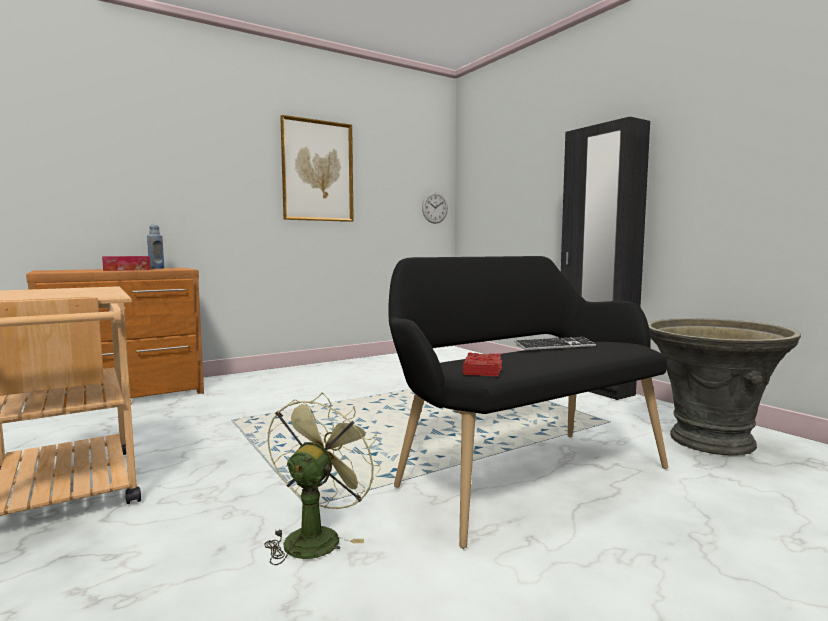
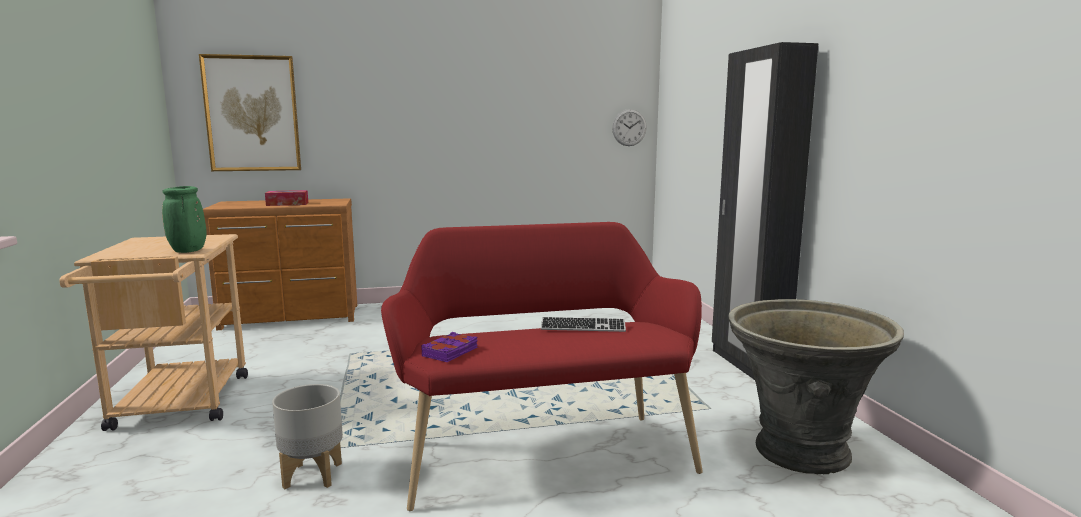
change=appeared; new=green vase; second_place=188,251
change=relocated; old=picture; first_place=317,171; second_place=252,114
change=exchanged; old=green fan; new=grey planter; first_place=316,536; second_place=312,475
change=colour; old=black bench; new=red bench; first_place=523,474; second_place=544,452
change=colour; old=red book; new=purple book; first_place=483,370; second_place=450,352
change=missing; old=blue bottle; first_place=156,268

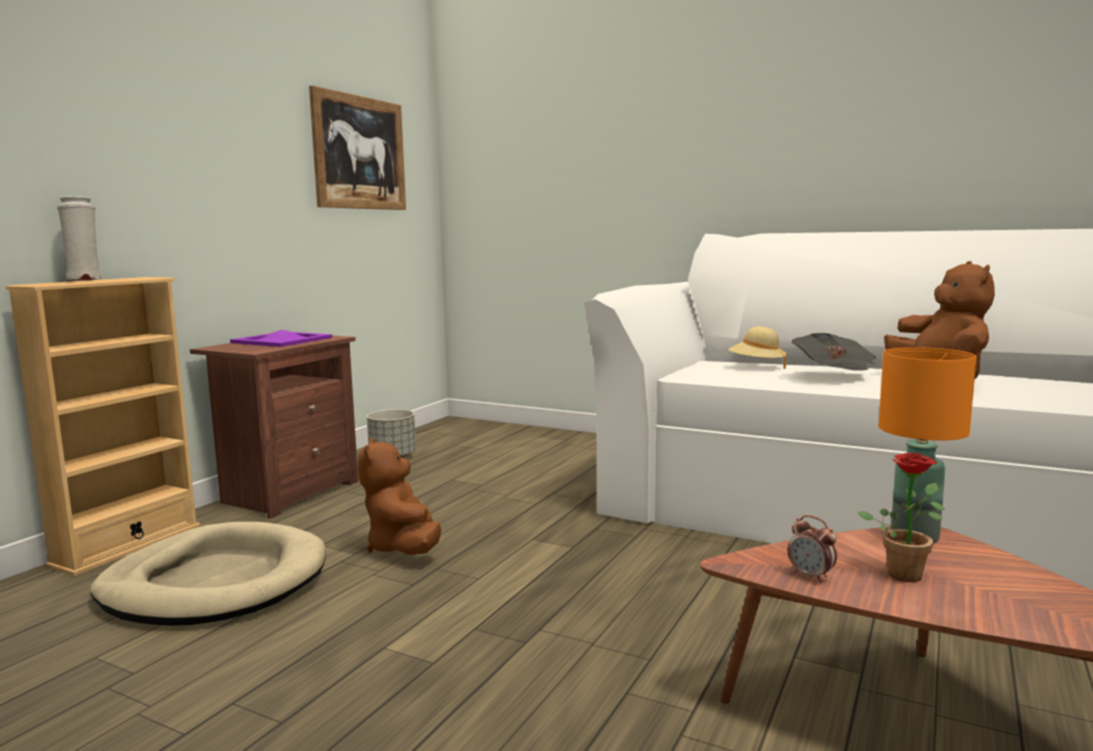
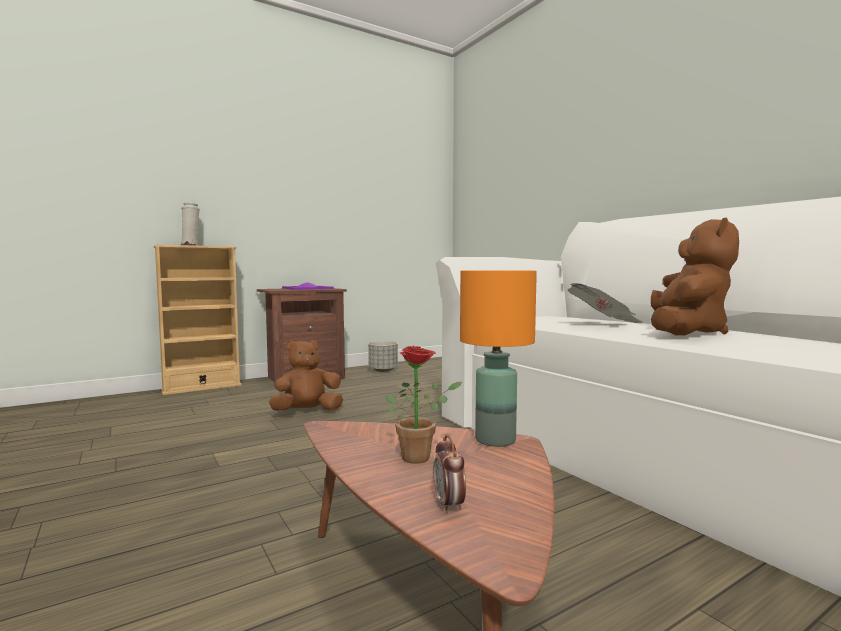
change=spun; old=brown plush toy; first_place=403,548; second_place=307,412; degrees=45
change=relocated; old=alarm clock; first_place=811,576; second_place=449,505
change=missing; old=beige dog bed; first_place=215,582
change=missing; old=picture; first_place=359,153
change=missing; old=beige hat; first_place=757,366

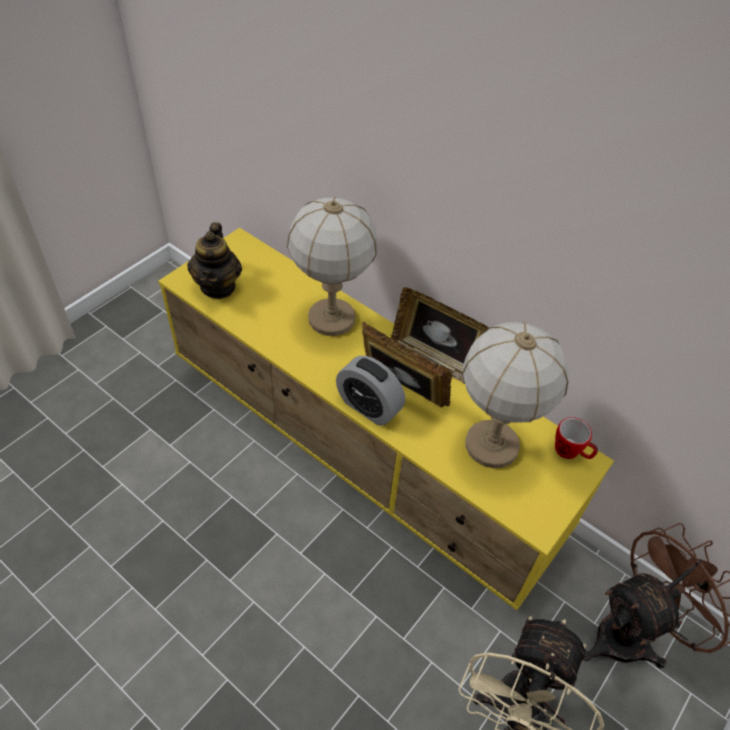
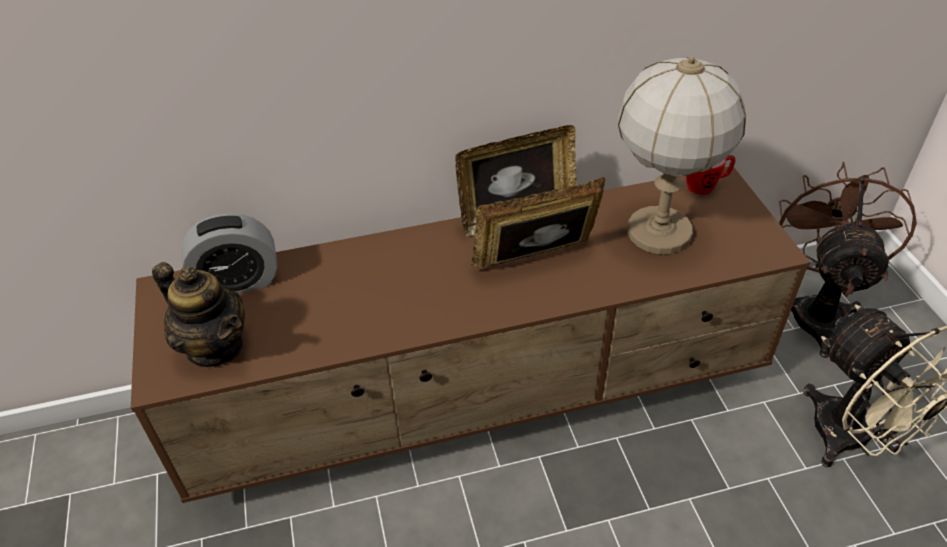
change=colour; old=yellow tv stand; new=brown tv stand; first_place=361,452; second_place=480,398
change=relocated; old=alarm clock; first_place=369,407; second_place=237,282
change=missing; old=table lamp; first_place=331,318

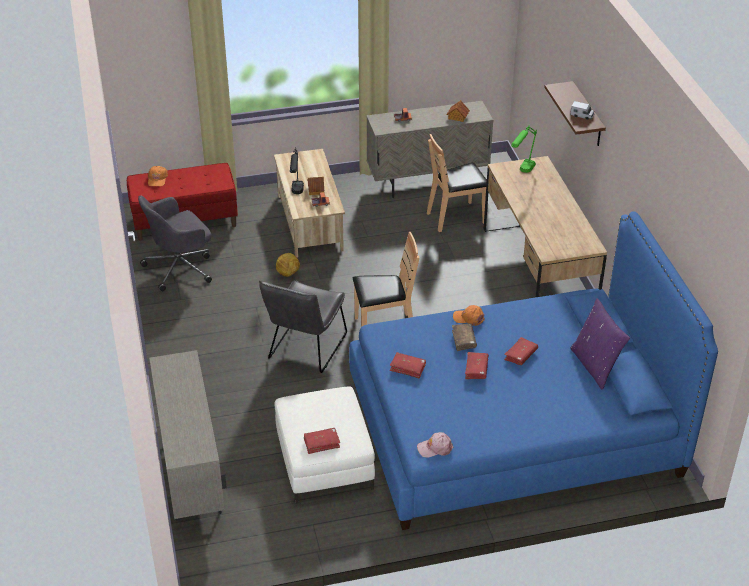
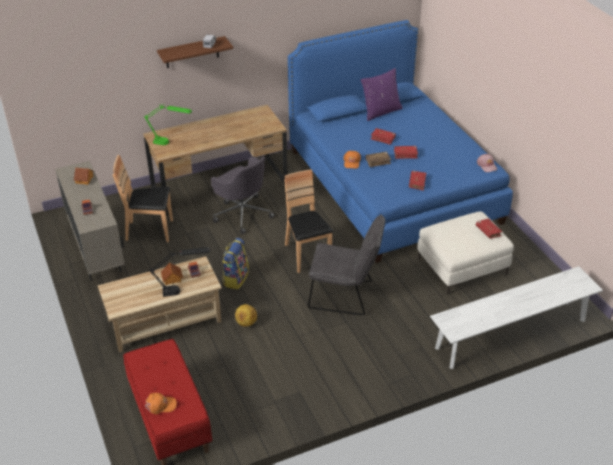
change=spun; old=brown chair; first_place=456,217; second_place=150,231; degrees=120
change=relocated; old=grey office chair; first_place=180,268; second_place=242,213
change=appeared; new=backpack; second_place=235,278
change=exchanged; old=beige cabinet; new=white bench; first_place=192,477; second_place=511,334

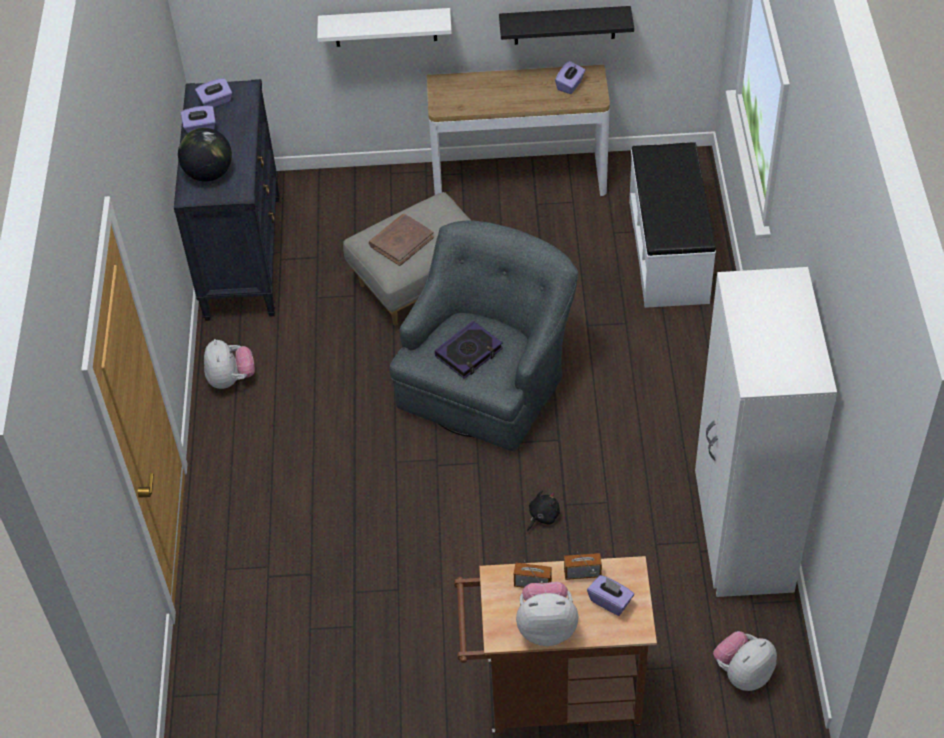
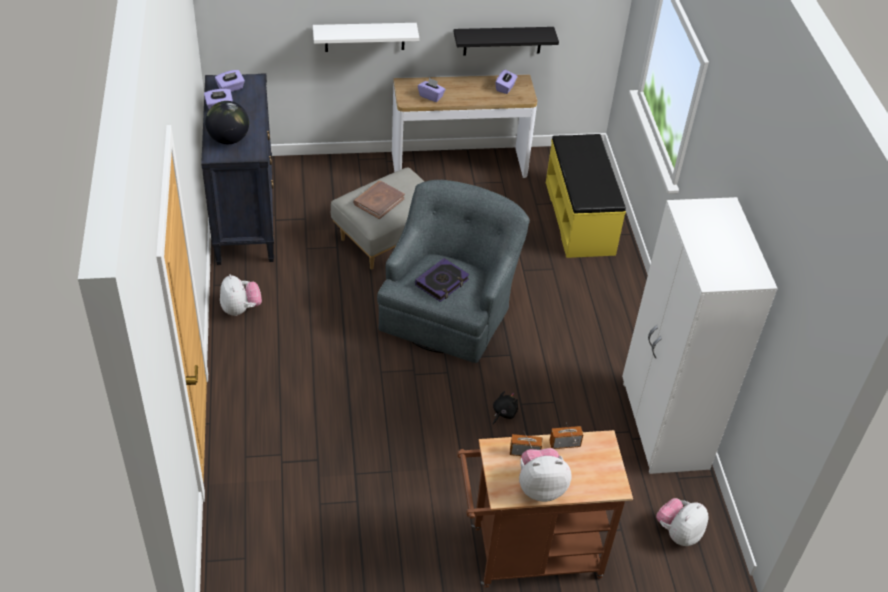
change=relocated; old=purple tissue box; first_place=610,601; second_place=431,96
change=colour; old=white bench; new=yellow bench; first_place=669,251; second_place=580,218

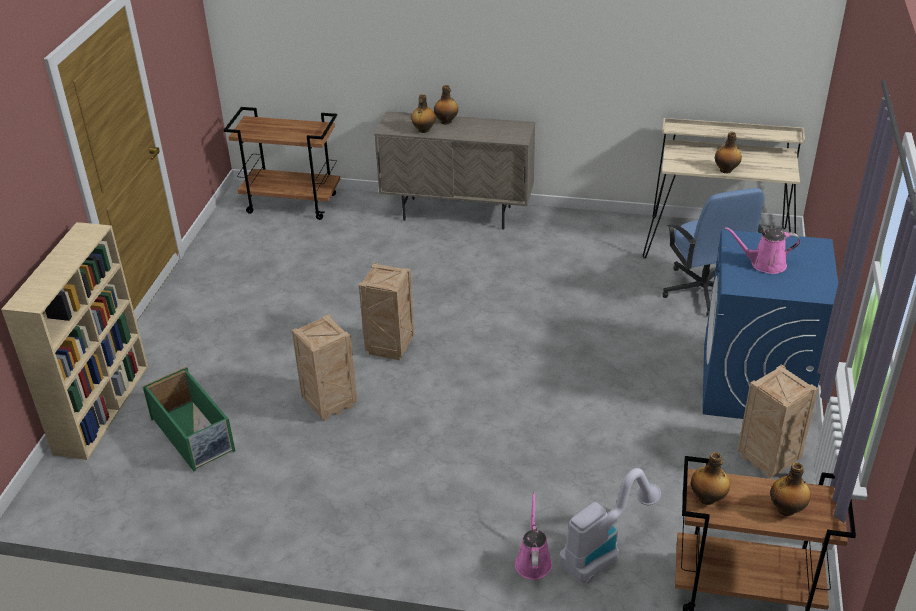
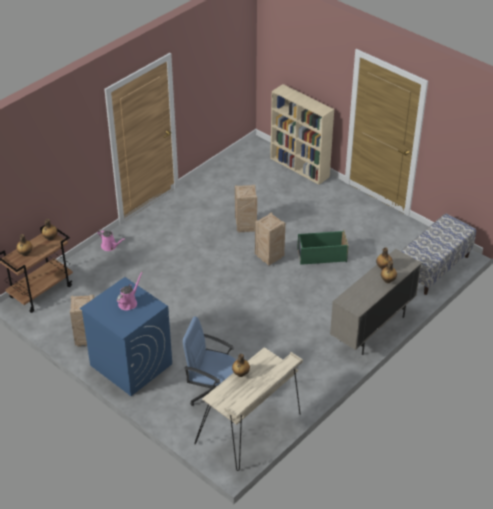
change=relocated; old=green storage box; first_place=193,435; second_place=321,256
change=exchanged; old=brown cart; new=bench; first_place=293,203; second_place=434,268
change=missing; old=vacuum cleaner; first_place=604,550

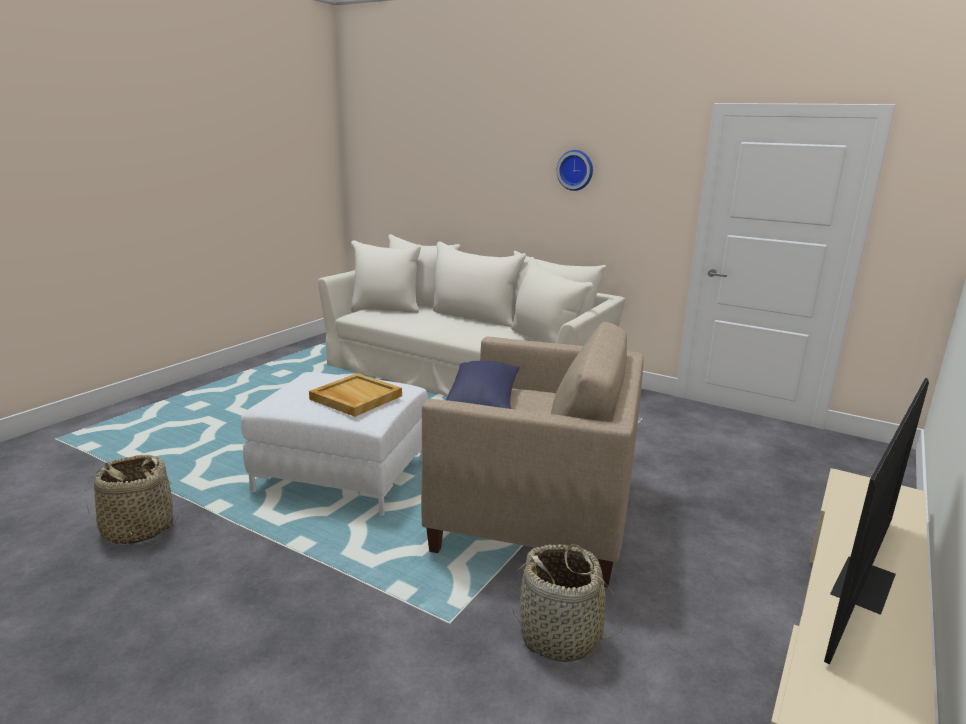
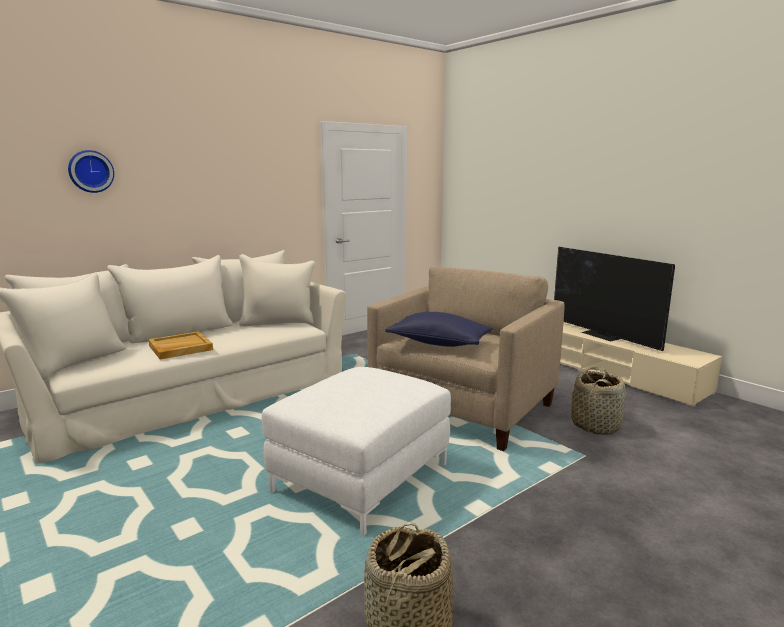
change=relocated; old=wall clock; first_place=576,170; second_place=90,171
change=relocated; old=beige tray; first_place=355,397; second_place=180,348

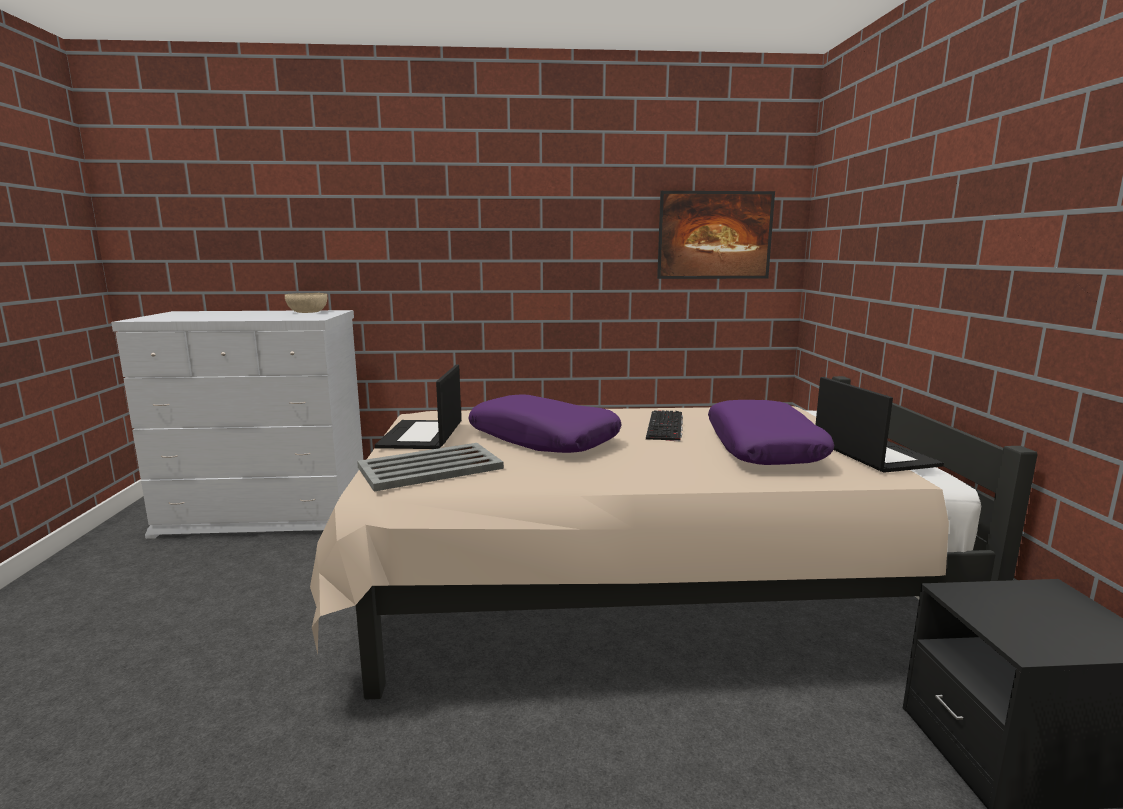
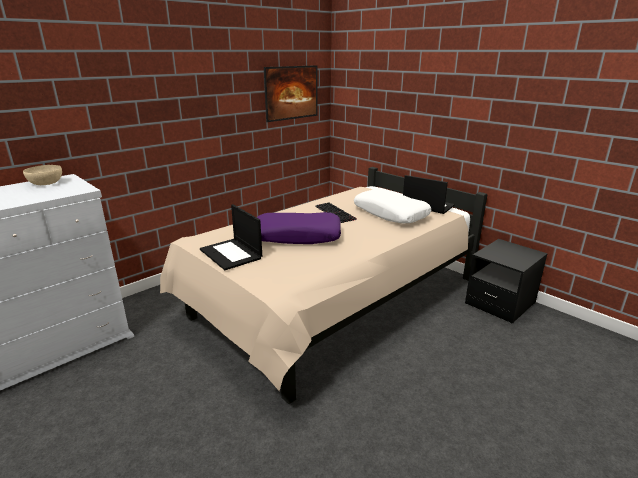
change=colour; old=purple pillow; new=white pillow; first_place=764,448; second_place=391,213
change=missing; old=grey tray; first_place=429,468

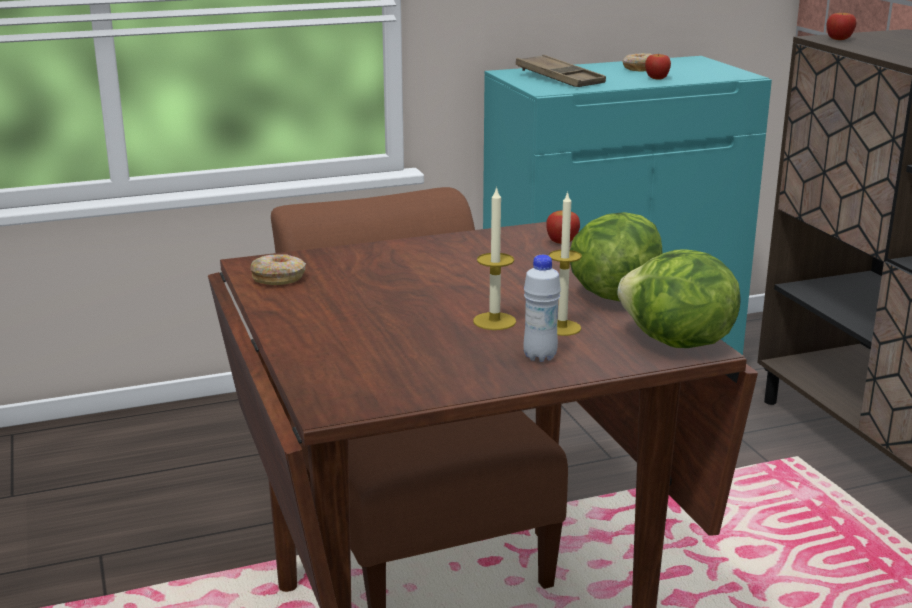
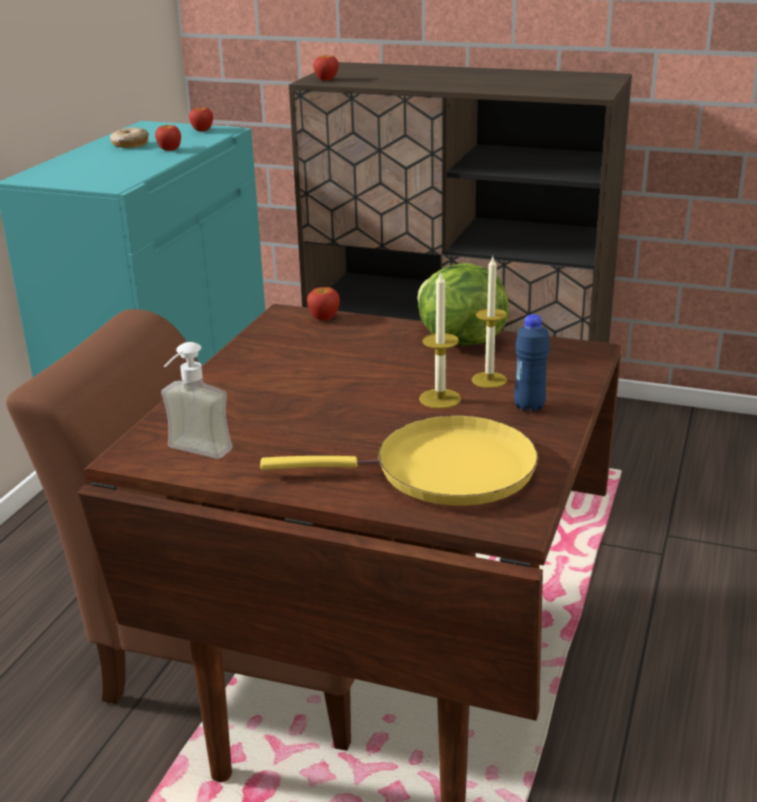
change=exchanged; old=donut; new=soap dispenser; first_place=279,278; second_place=192,454
change=appeared; new=apple; second_place=202,130
change=appeared; new=yellow frying pan; second_place=444,471
change=colour; old=white bottle; new=blue bottle; first_place=540,356; second_place=529,407
change=missing; old=brown tray; first_place=559,79
change=missing; old=lettuce; first_place=676,343

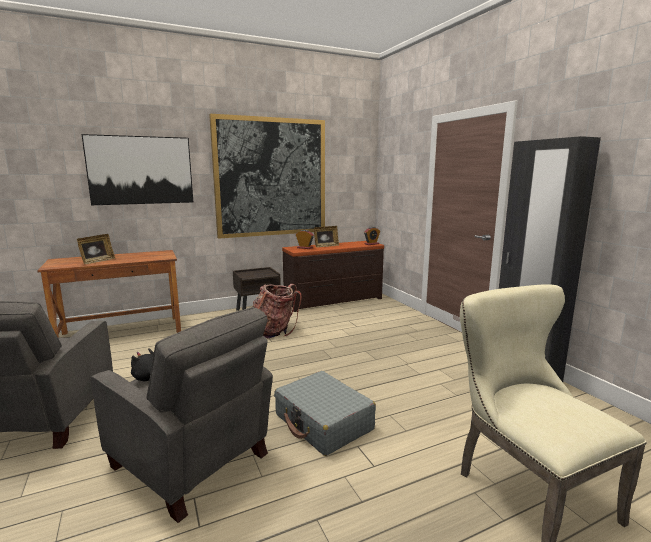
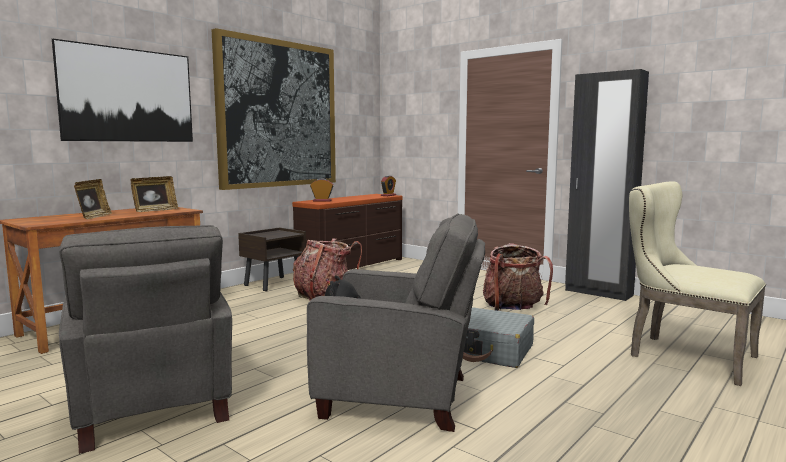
change=relocated; old=picture frame; first_place=326,246; second_place=155,210
change=appeared; new=backpack; second_place=513,308

